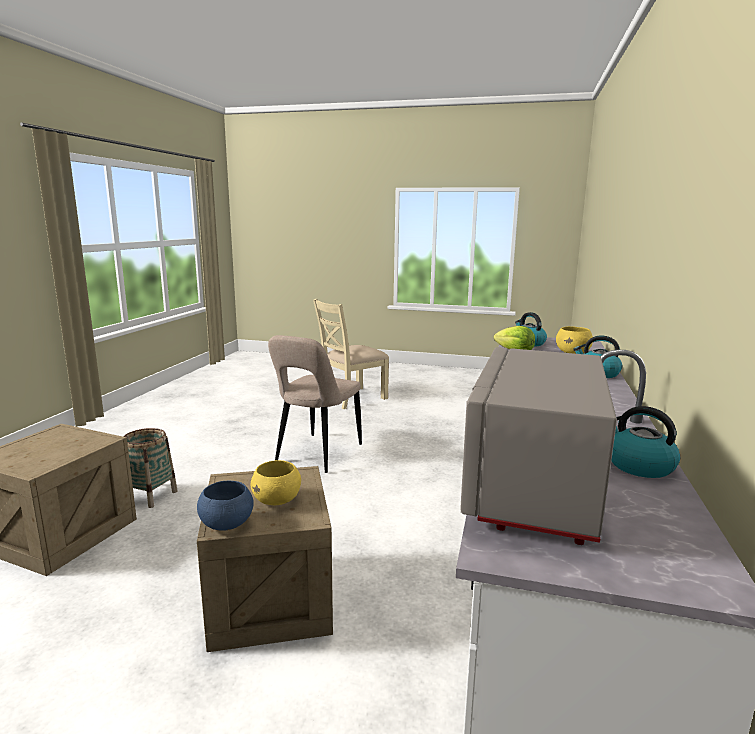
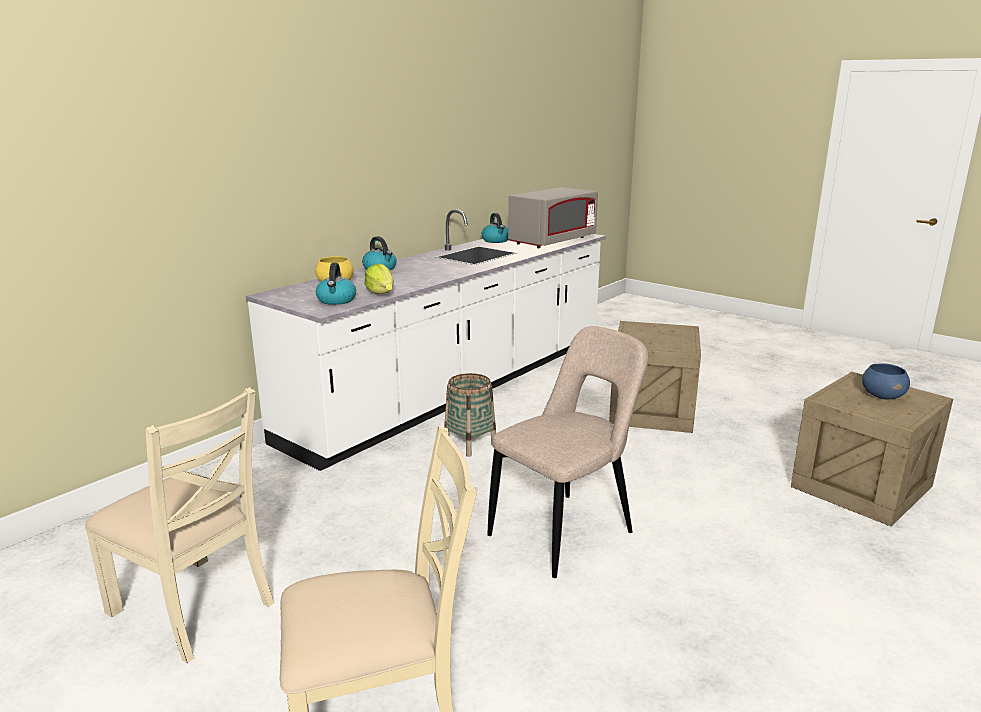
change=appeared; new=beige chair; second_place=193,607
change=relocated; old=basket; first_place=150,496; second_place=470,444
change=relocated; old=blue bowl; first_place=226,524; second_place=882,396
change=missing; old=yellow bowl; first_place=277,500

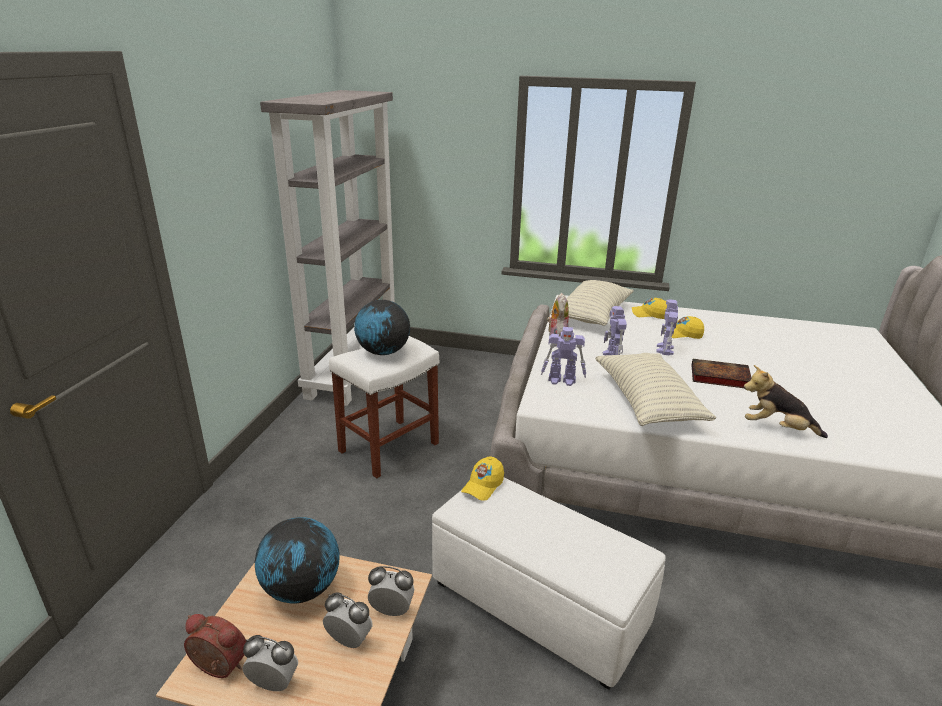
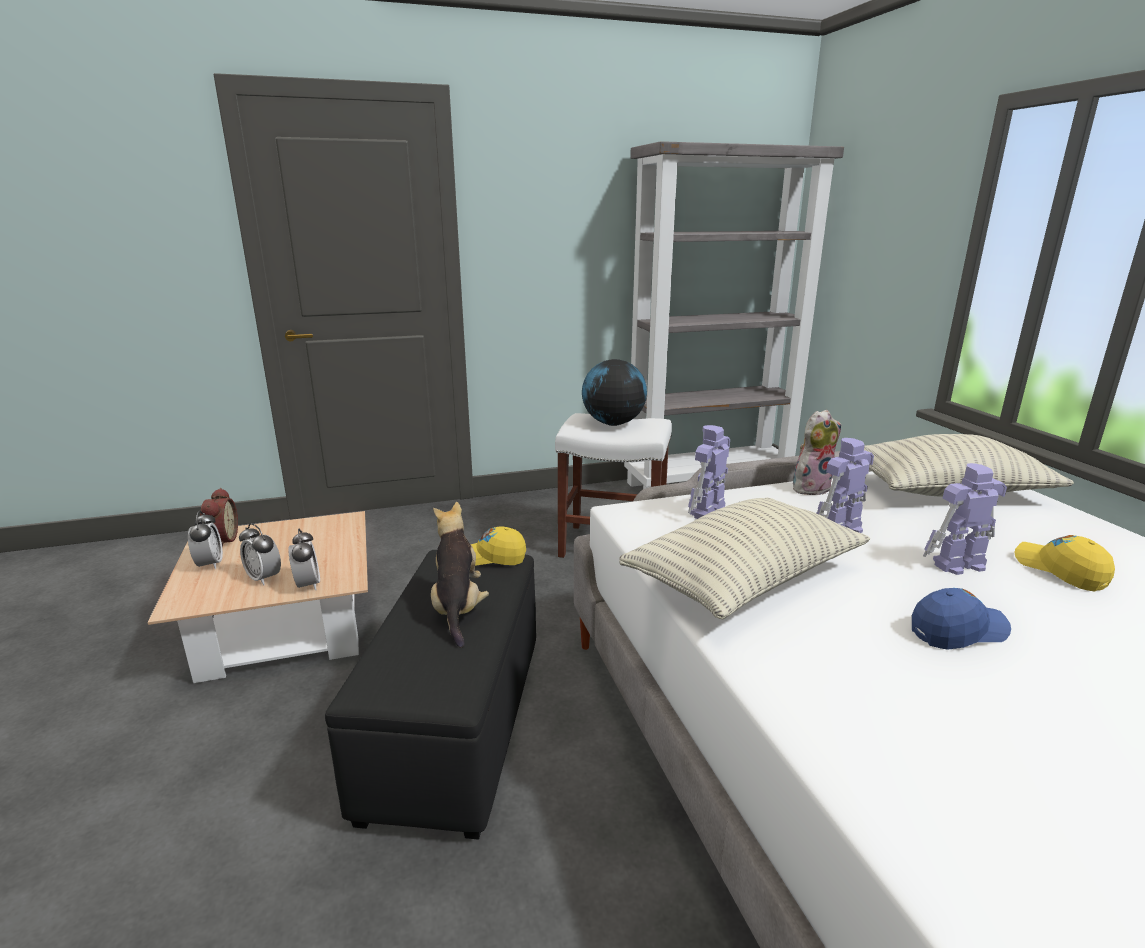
change=spun; old=alarm clock; first_place=349,640; second_place=264,578; degrees=135
change=colour; old=white ottoman; new=black ottoman; first_place=539,605; second_place=456,725
change=relocated; old=plush toy; first_place=777,428; second_place=458,608
change=spun; old=toy robot; first_place=562,380; second_place=707,513; degrees=60
change=exchanged; old=book; new=blue cap; first_place=718,377; second_place=957,631
change=missing; old=globe; first_place=302,589
change=missing; old=yellow cap; first_place=649,314

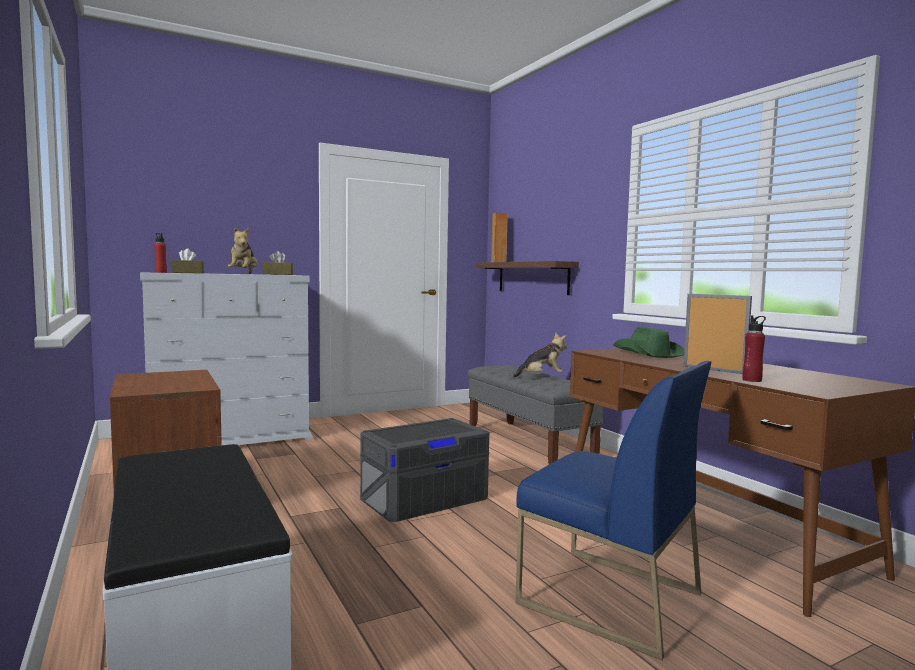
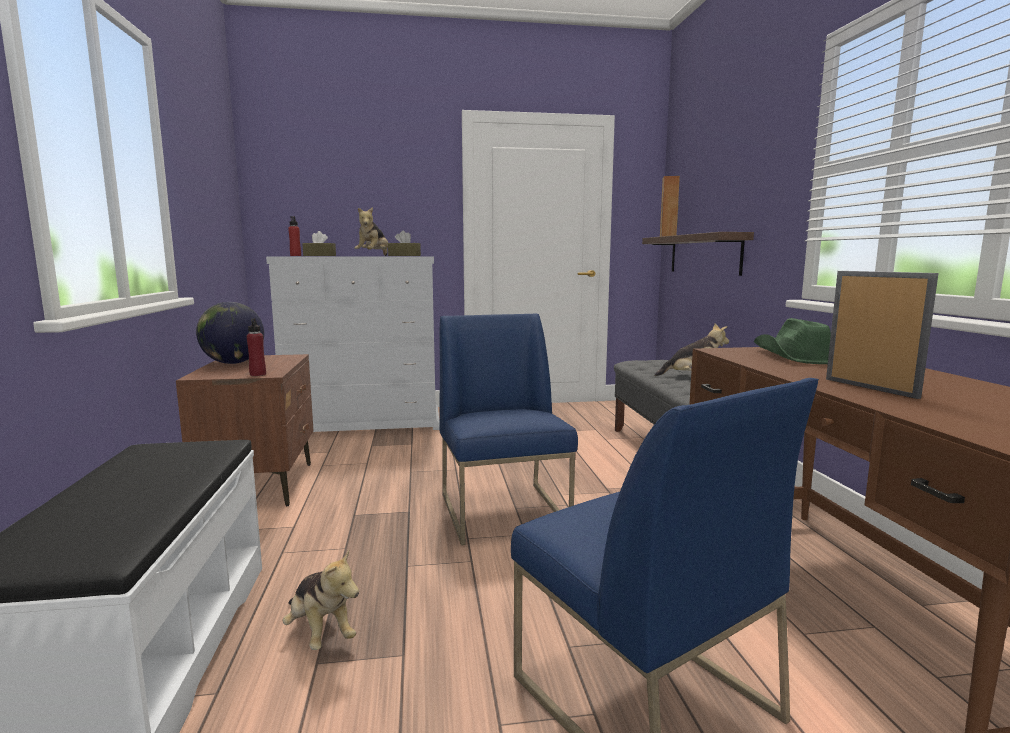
change=appeared; new=globe; second_place=233,363
change=relocated; old=red bottle; first_place=752,380; second_place=258,374
change=appeared; new=plush toy; second_place=320,633
change=exchanged; old=grey storage box; new=blue chair; first_place=424,498; second_place=504,512

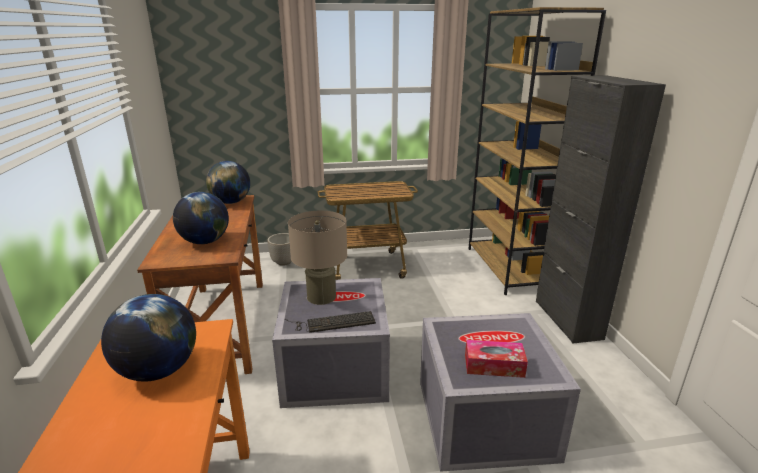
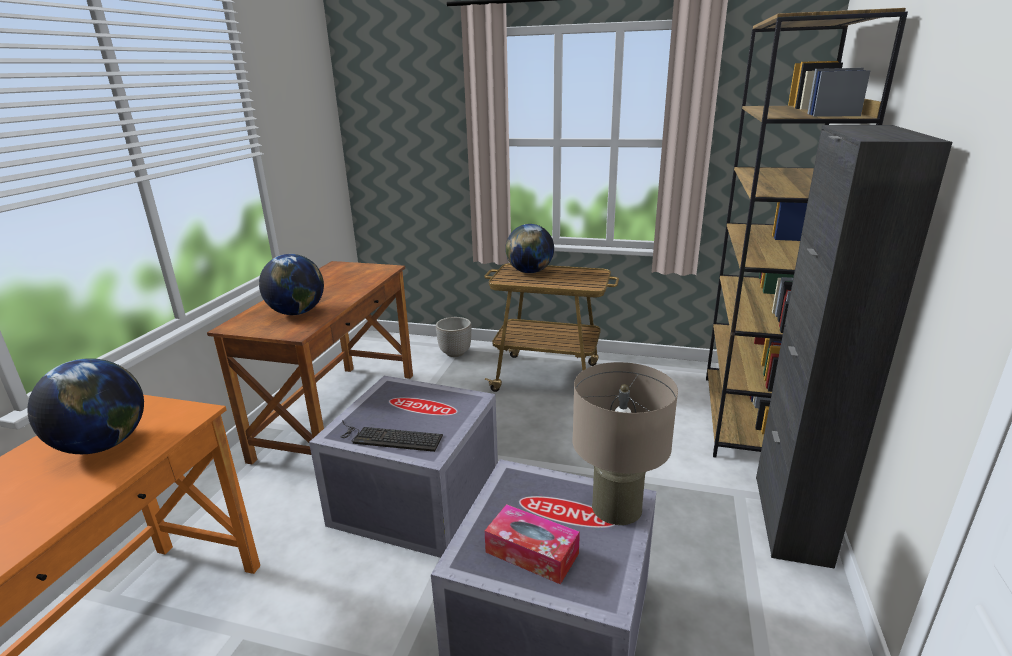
change=relocated; old=globe; first_place=231,202; second_place=529,272
change=relocated; old=beige table lamp; first_place=321,296; second_place=616,507

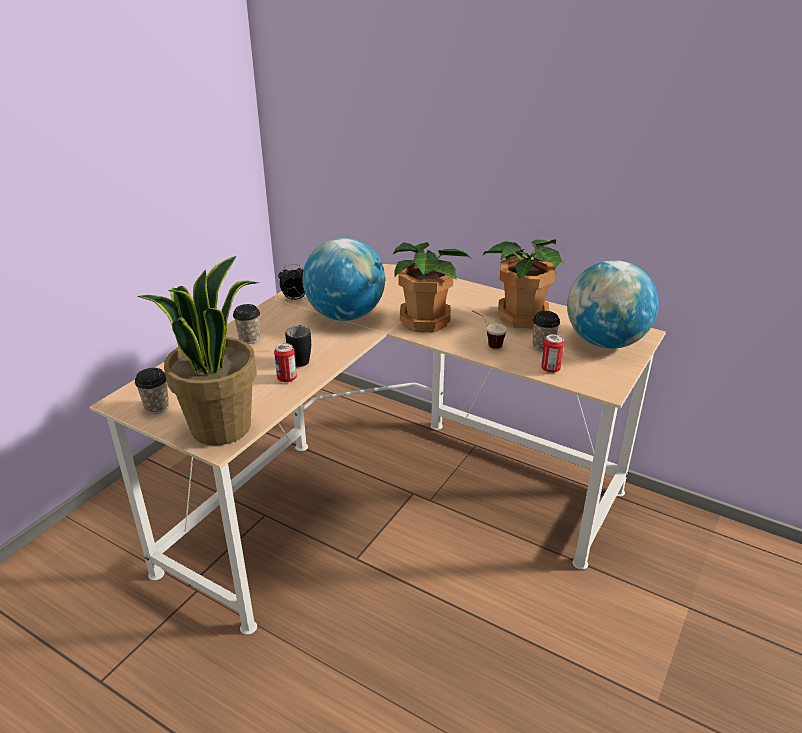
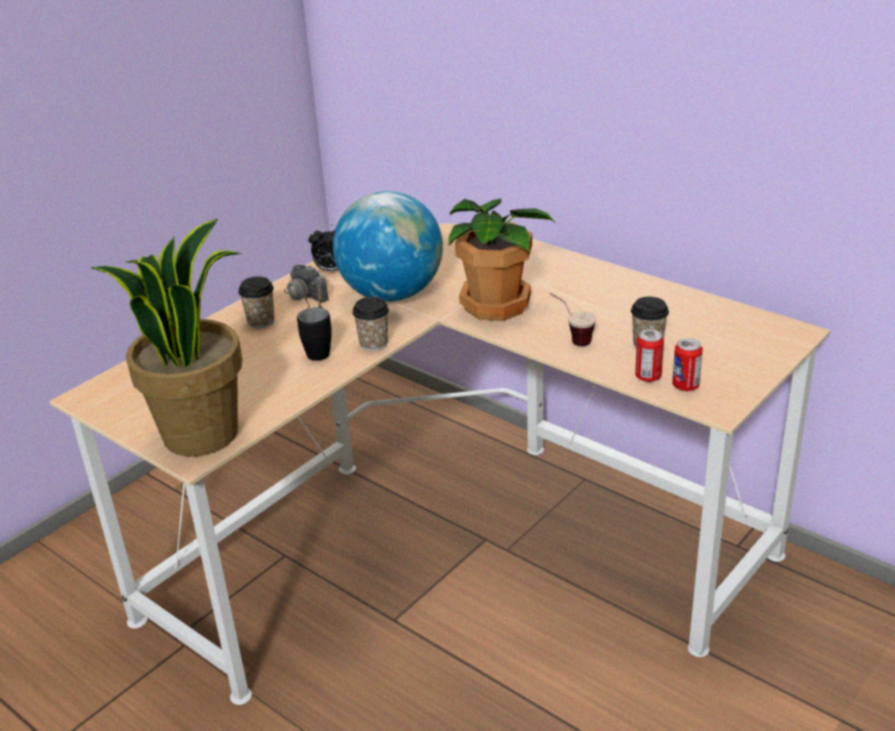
change=appeared; new=photo camera; second_place=306,298
change=relocated; old=cup; first_place=157,407; second_place=373,344
change=relocated; old=can; first_place=287,378; second_place=685,386
change=missing; old=potted plant; first_place=521,316
change=missing; old=globe; first_place=605,342

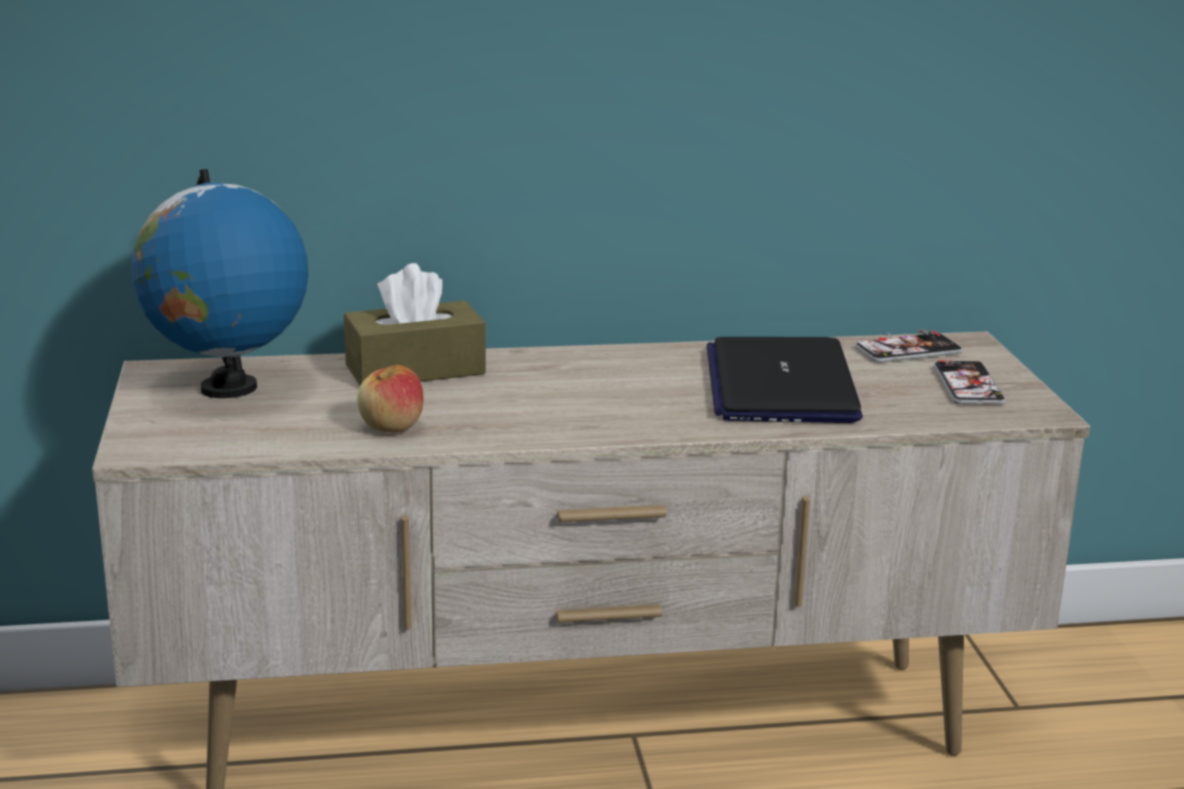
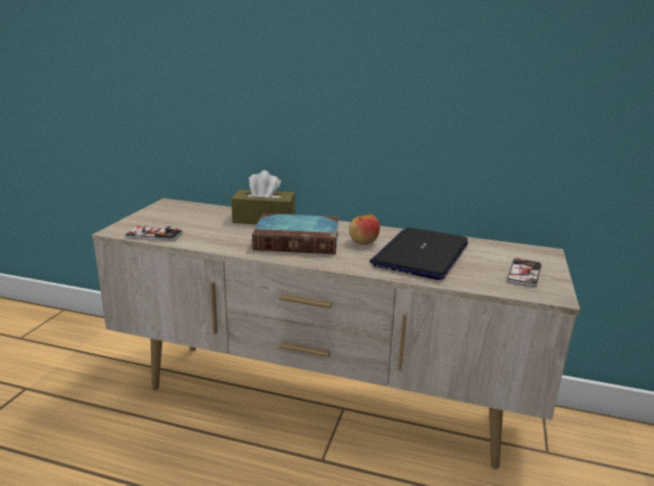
change=relocated; old=phone; first_place=908,350; second_place=154,235
change=appeared; new=book; second_place=299,240
change=relocated; old=apple; first_place=391,426; second_place=363,242
change=missing; old=globe; first_place=228,388

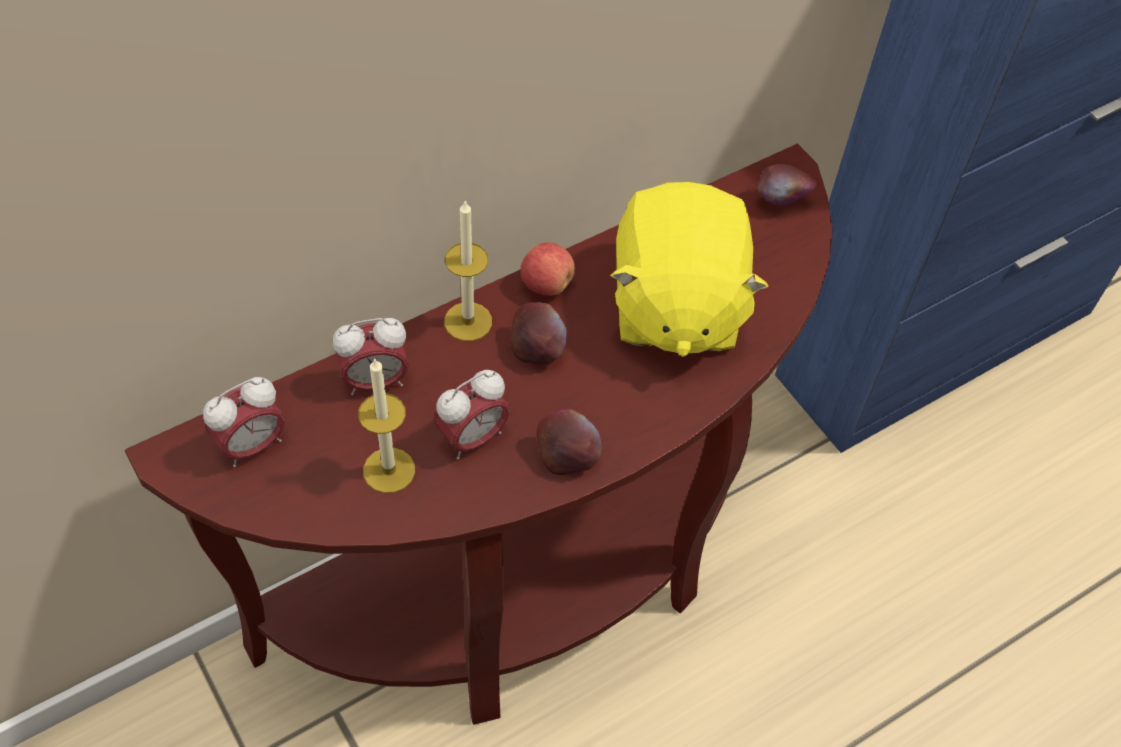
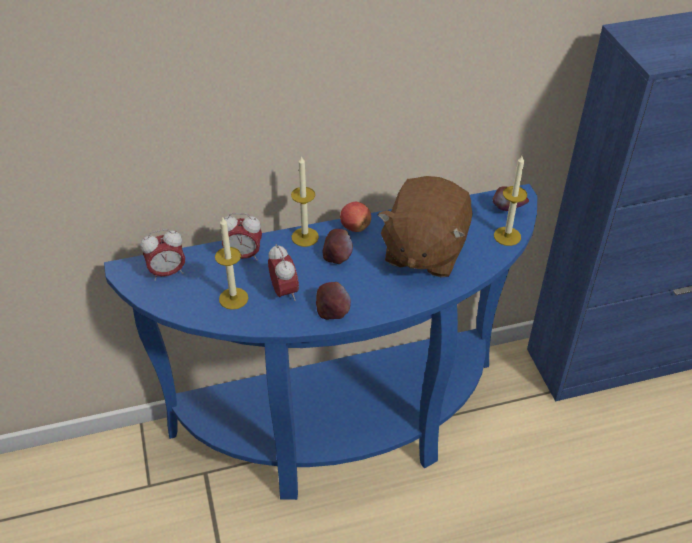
change=colour; old=brown console table; new=blue console table; first_place=535,580; second_place=343,430
change=spun; old=alarm clock; first_place=472,438; second_place=284,292; degrees=-90
change=colour; old=yellow plush toy; new=brown plush toy; first_place=675,306; second_place=424,251
change=appeared; new=candle; second_place=507,236

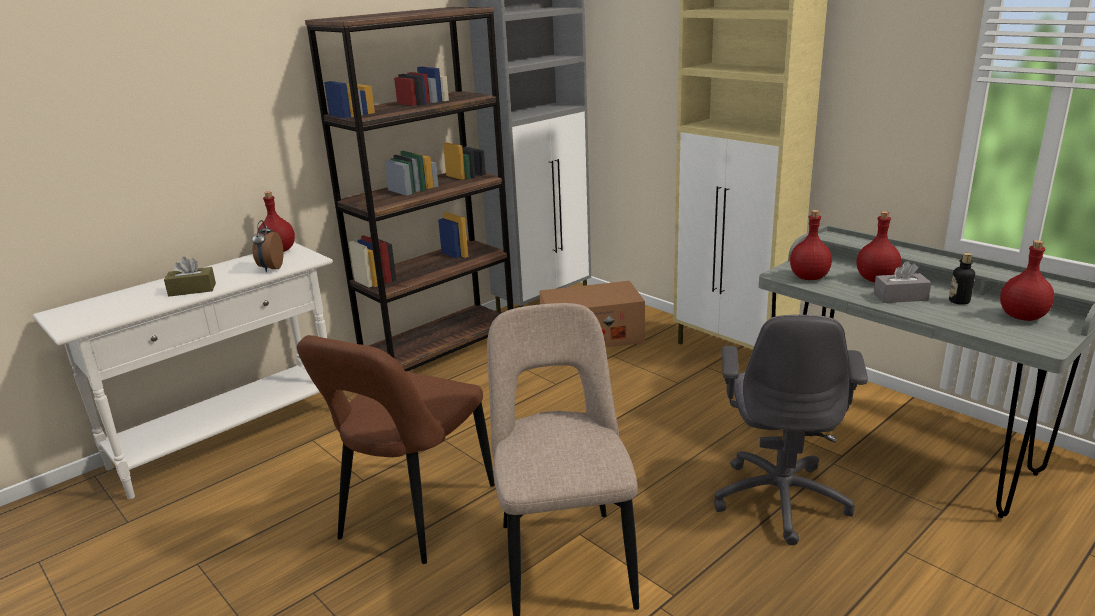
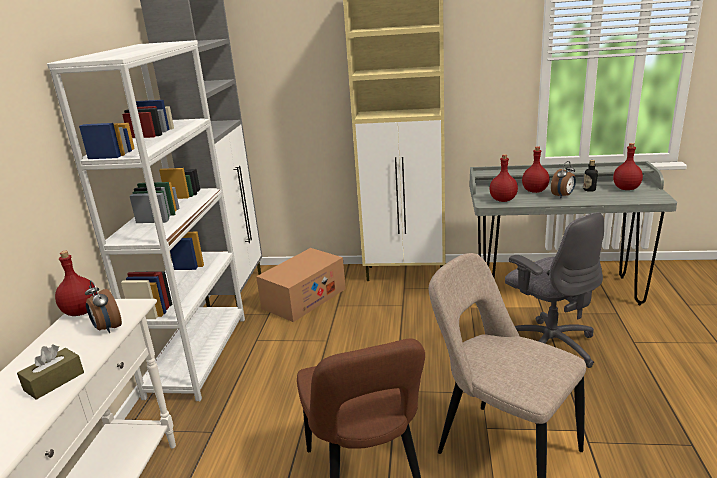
change=colour; old=brown bookcase; new=white bookcase; first_place=440,349; second_place=198,355
change=exchanged; old=grey tissue box; new=alarm clock; first_place=900,297; second_place=563,196

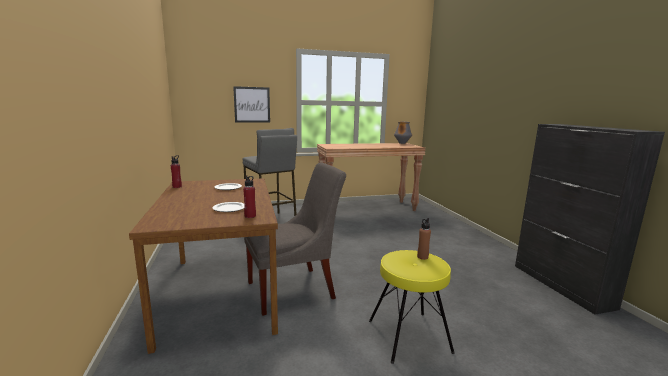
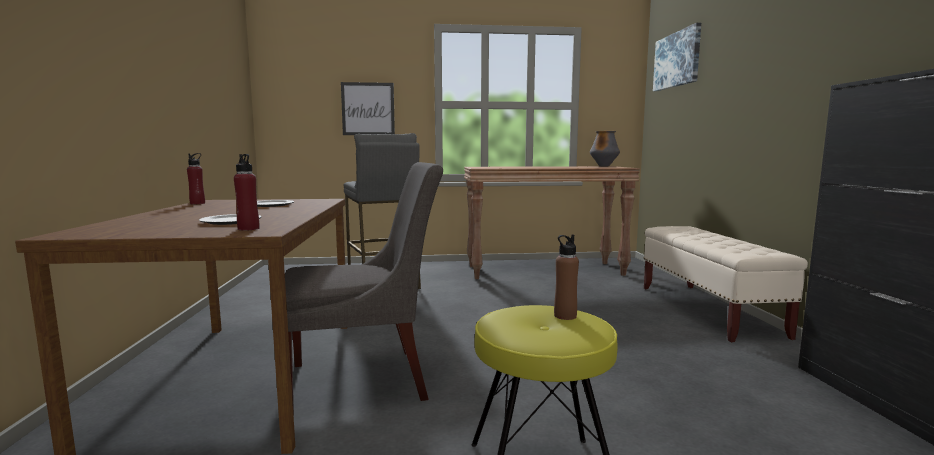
change=appeared; new=beige bench; second_place=707,310
change=appeared; new=picture; second_place=677,60

